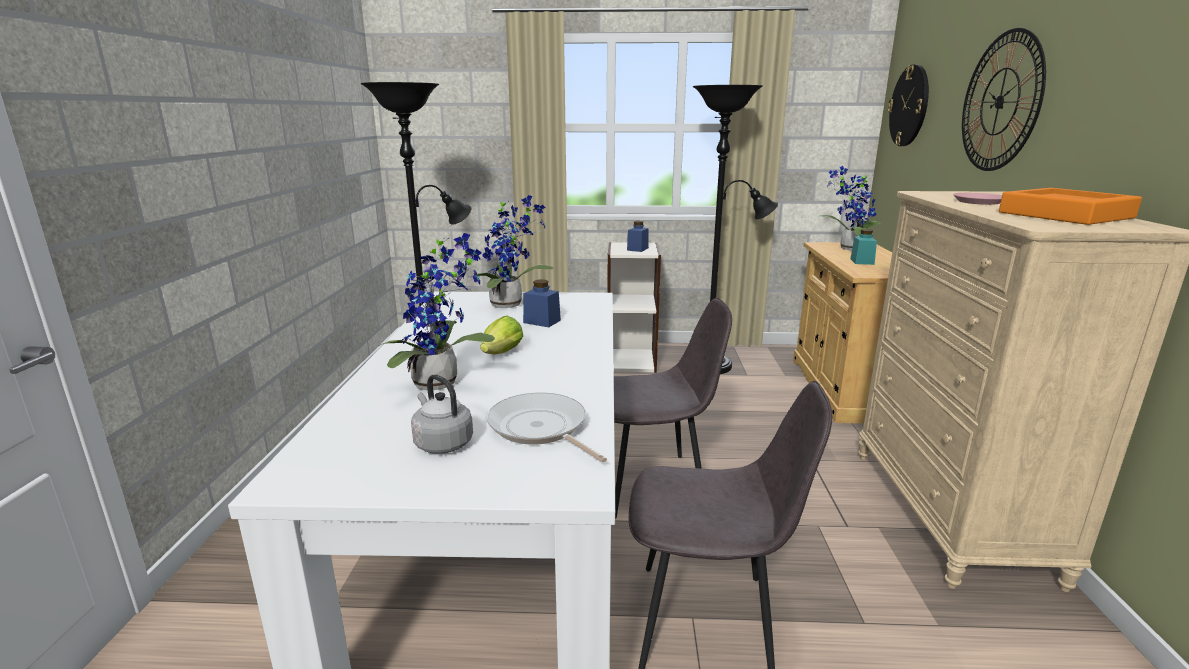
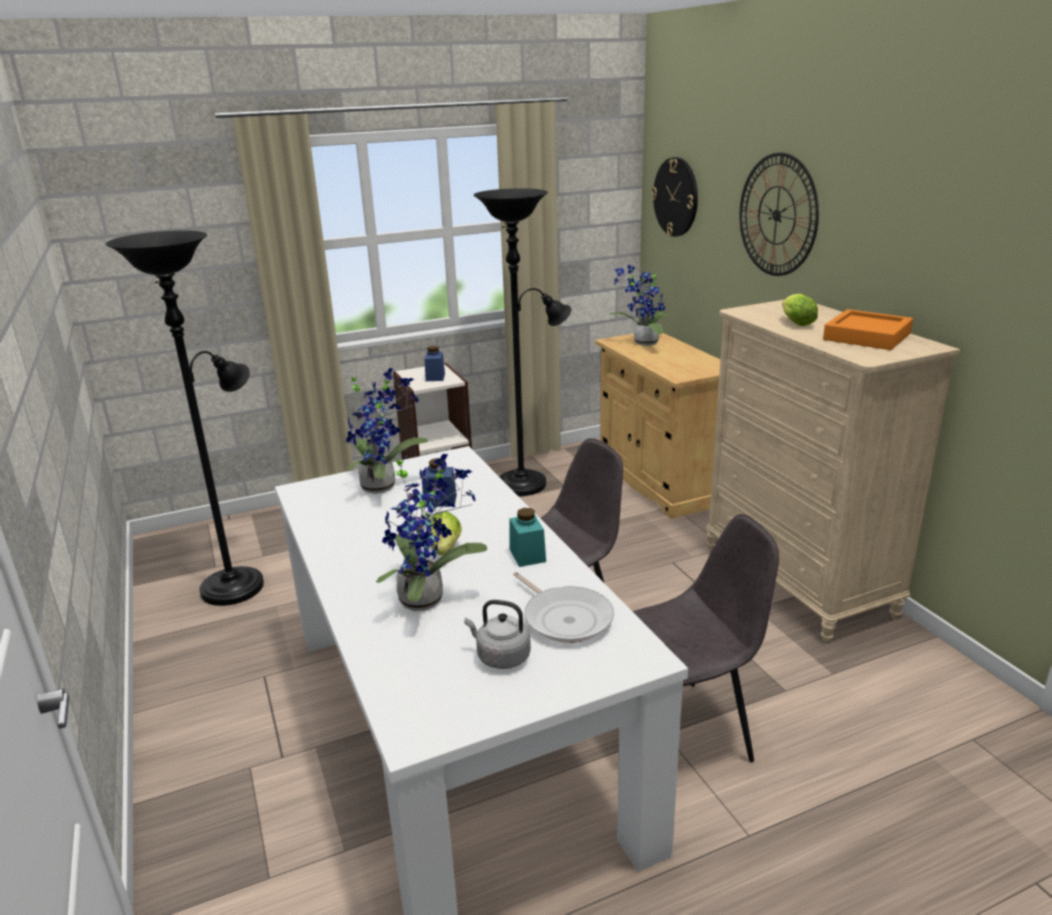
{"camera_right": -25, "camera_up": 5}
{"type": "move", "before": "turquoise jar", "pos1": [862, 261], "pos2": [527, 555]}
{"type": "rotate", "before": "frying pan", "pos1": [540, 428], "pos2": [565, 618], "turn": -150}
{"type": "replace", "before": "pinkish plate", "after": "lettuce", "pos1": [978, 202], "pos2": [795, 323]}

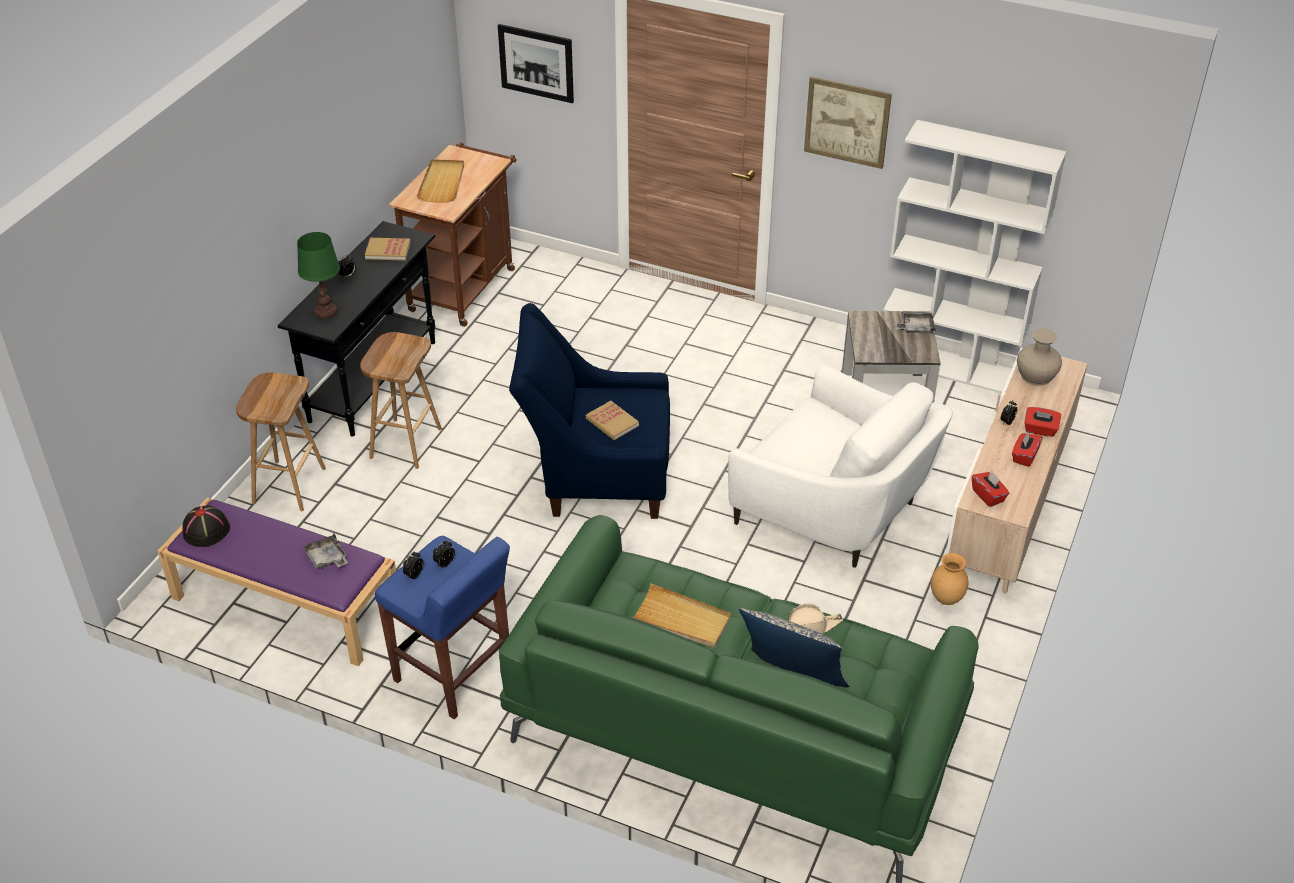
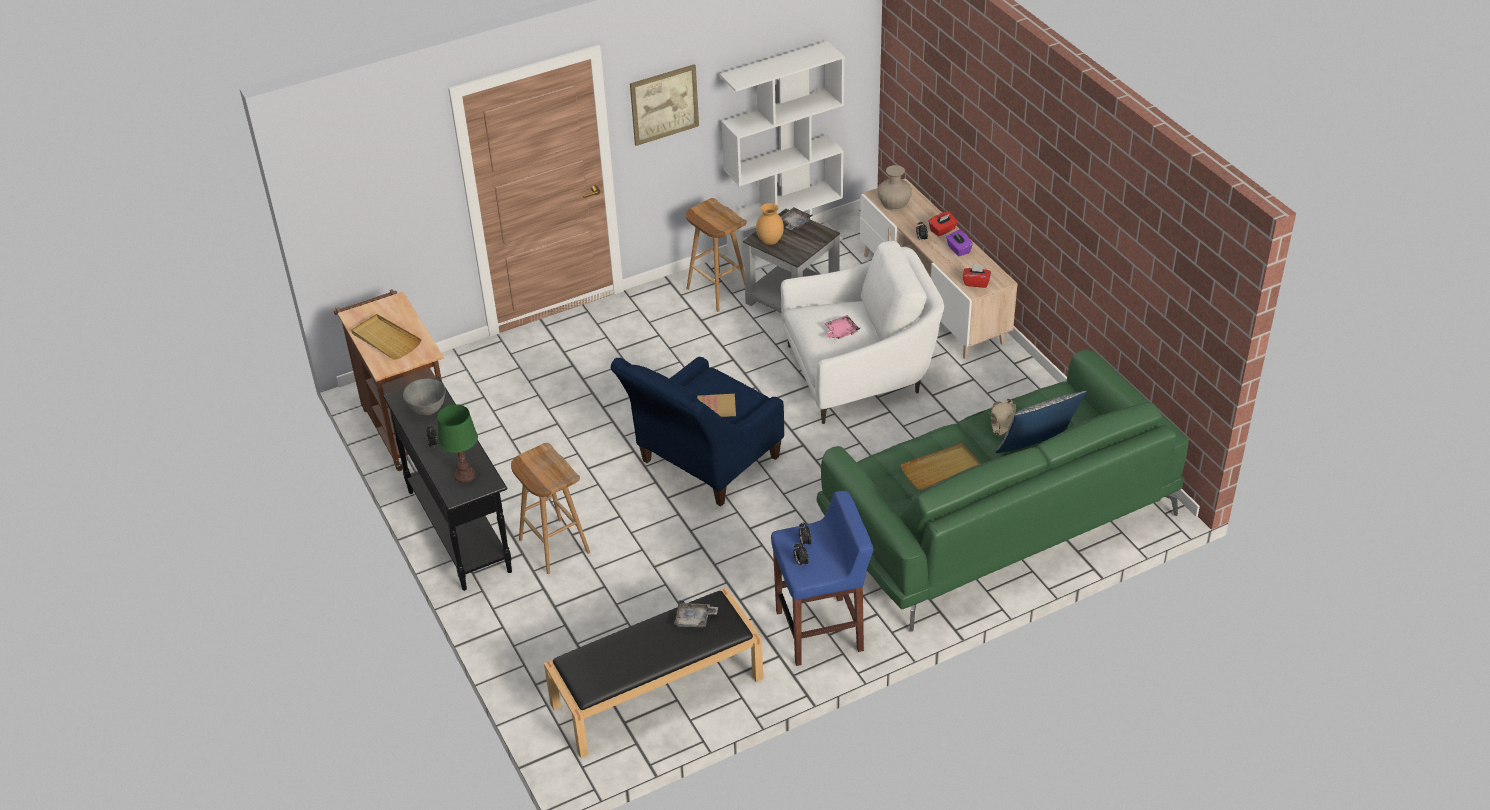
{"camera_right": -50, "camera_up": 0}
{"type": "replace", "before": "book", "after": "gray bowl", "pos1": [388, 251], "pos2": [428, 409]}
{"type": "recolor", "before": "purplish bench", "after": "black-coloured bench", "pos1": [284, 603], "pos2": [656, 692]}
{"type": "move", "before": "brown sitting stool", "pos1": [288, 484], "pos2": [717, 291]}
{"type": "move", "before": "brown flower vase", "pos1": [946, 599], "pos2": [770, 242]}
{"type": "insert", "after": "pinkish tray", "pos2": [840, 332]}
{"type": "recolor", "before": "red tissue holder", "after": "purplish tissue holder", "pos1": [1024, 456], "pos2": [958, 249]}
{"type": "delete", "before": "black-coloured hat", "pos1": [206, 530]}
{"type": "delete", "before": "wall picture", "pos1": [536, 63]}

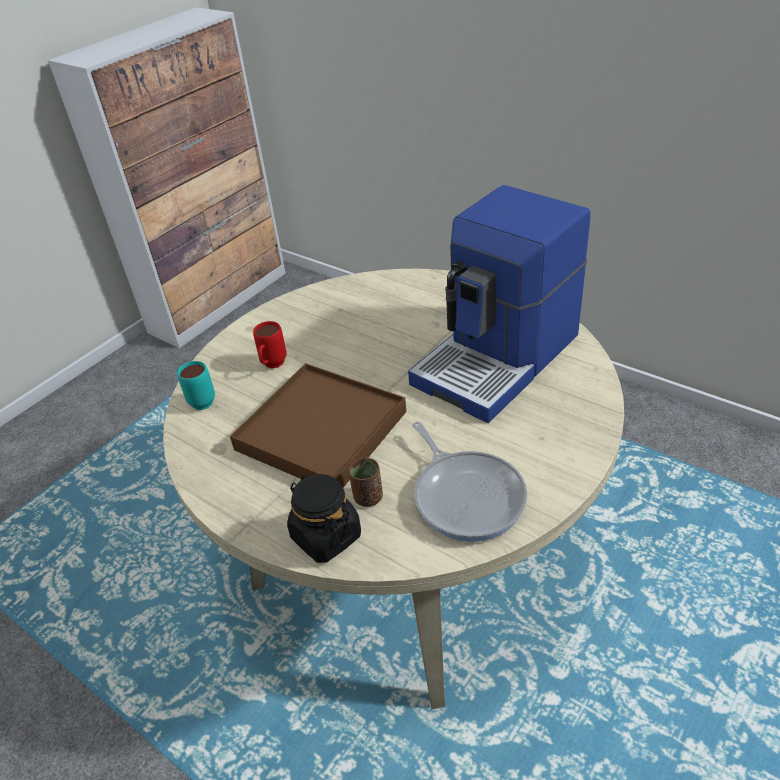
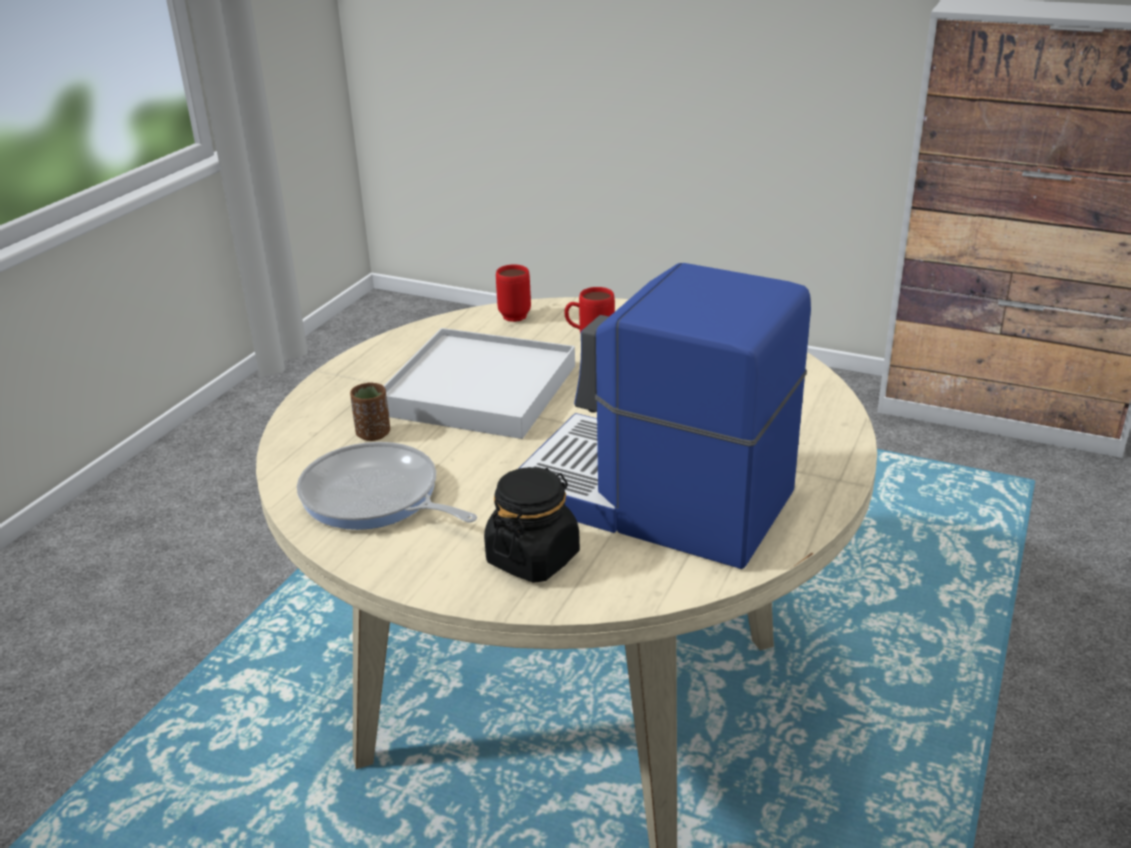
{"camera_right": 75, "camera_up": -10}
{"type": "rotate", "before": "frying pan", "pos1": [467, 496], "pos2": [375, 498], "turn": 75}
{"type": "recolor", "before": "brown tray", "after": "white tray", "pos1": [322, 430], "pos2": [480, 390]}
{"type": "move", "before": "black-coloured jar", "pos1": [326, 536], "pos2": [533, 558]}
{"type": "recolor", "before": "turquoise mug", "after": "red mug", "pos1": [198, 401], "pos2": [518, 314]}

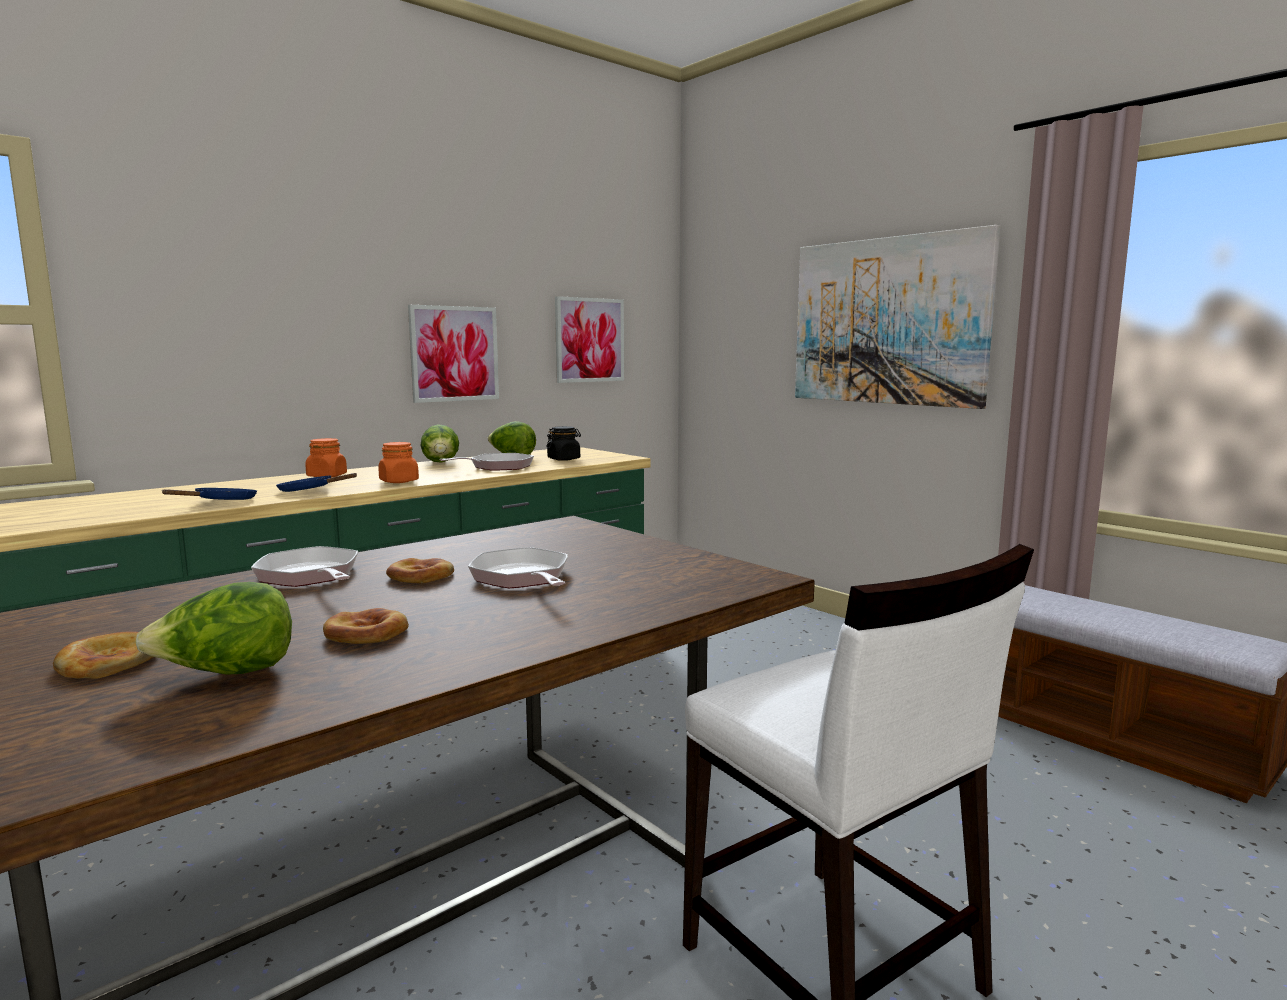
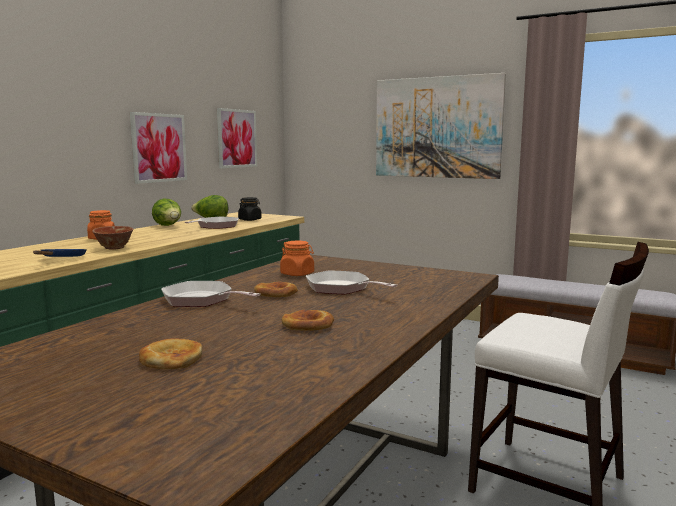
{"camera_right": -20, "camera_up": 0}
{"type": "replace", "before": "blue frying pan", "after": "bowl", "pos1": [310, 491], "pos2": [114, 248]}
{"type": "move", "before": "orangey jar", "pos1": [399, 481], "pos2": [297, 274]}
{"type": "delete", "before": "lettuce", "pos1": [227, 674]}

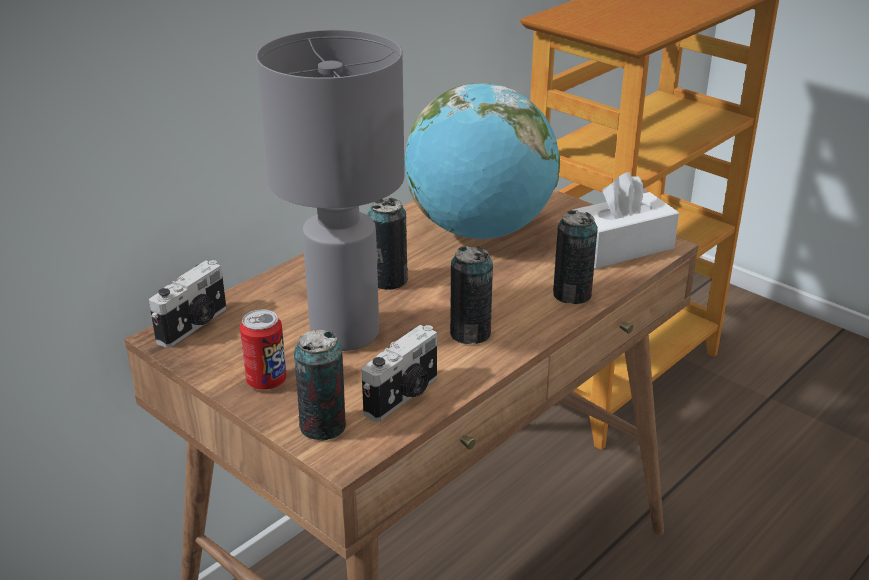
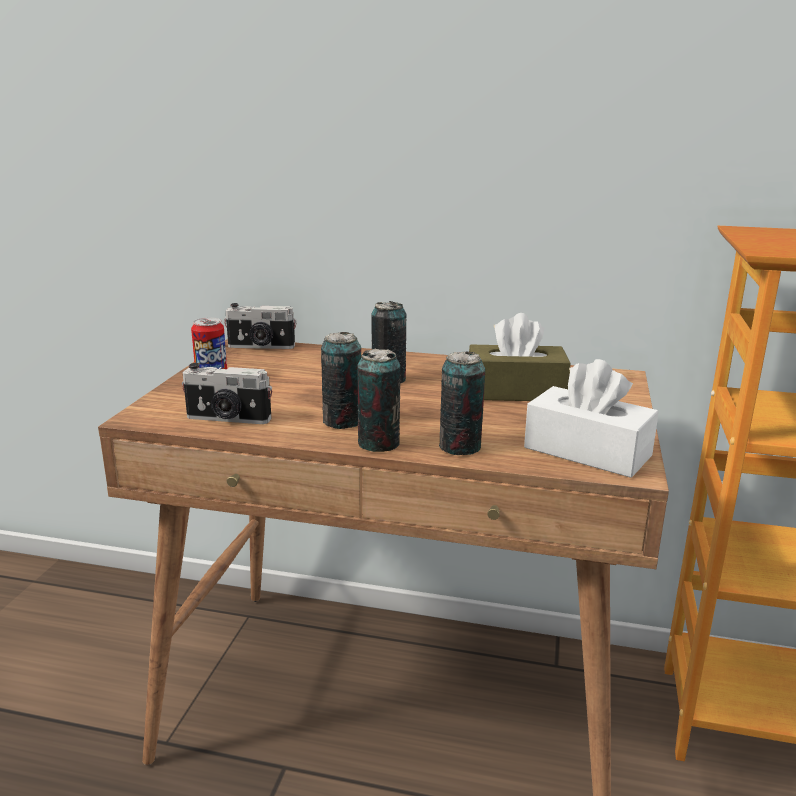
{"camera_right": 60, "camera_up": -10}
{"type": "move", "before": "metal can", "pos1": [323, 426], "pos2": [378, 444]}
{"type": "replace", "before": "world globe", "after": "brown tissue holder", "pos1": [480, 231], "pos2": [515, 392]}
{"type": "delete", "before": "gray tabletop lamp", "pos1": [346, 333]}

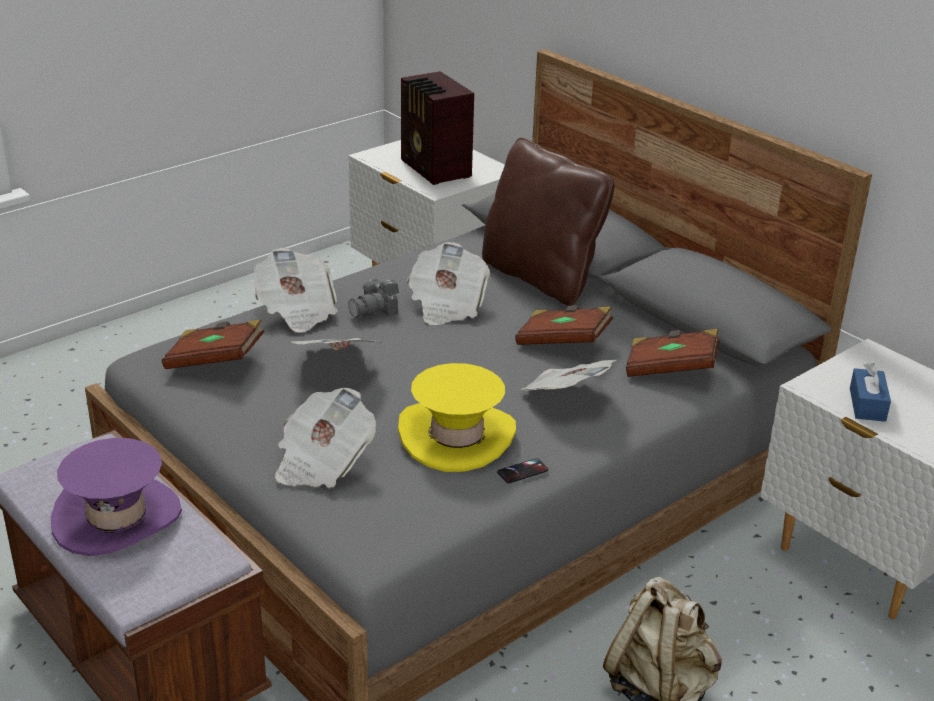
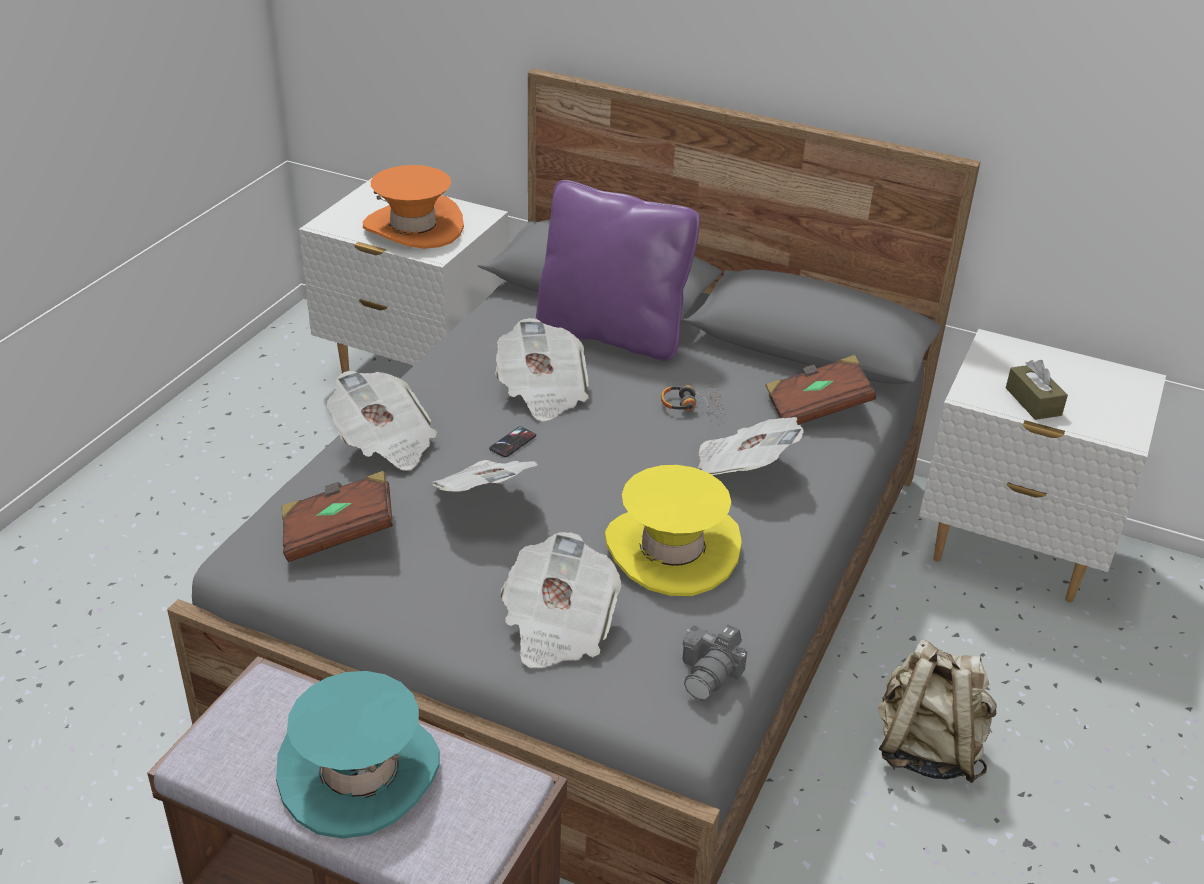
{"camera_right": -25, "camera_up": 5}
{"type": "recolor", "before": "purplish hat", "after": "turquoise hat", "pos1": [117, 517], "pos2": [359, 772]}
{"type": "replace", "before": "radio set", "after": "orangey hat", "pos1": [435, 169], "pos2": [413, 227]}
{"type": "move", "before": "telephone", "pos1": [522, 471], "pos2": [513, 442]}
{"type": "recolor", "before": "brown throw pillow", "after": "purplish throw pillow", "pos1": [541, 277], "pos2": [612, 334]}
{"type": "replace", "before": "brown book", "after": "headset", "pos1": [563, 342], "pos2": [691, 405]}
{"type": "move", "before": "still camera", "pos1": [375, 310], "pos2": [710, 673]}
{"type": "recolor", "before": "blue tissue holder", "after": "brown tissue holder", "pos1": [867, 404], "pos2": [1033, 401]}

